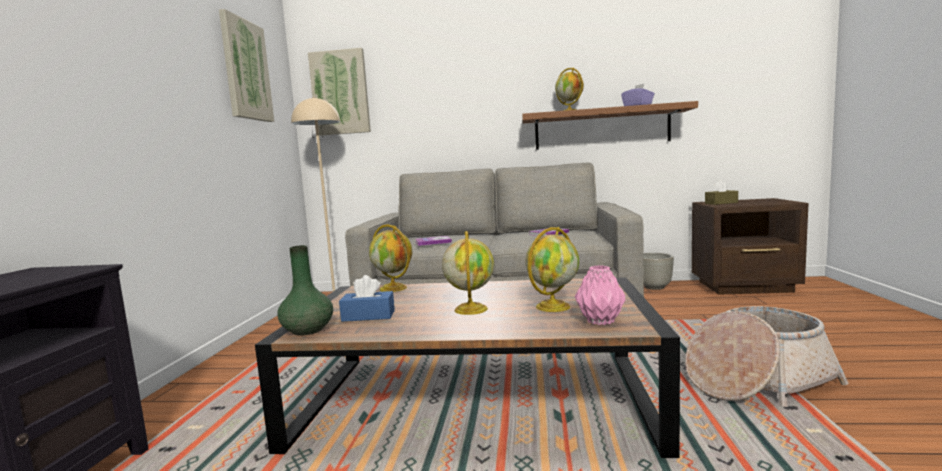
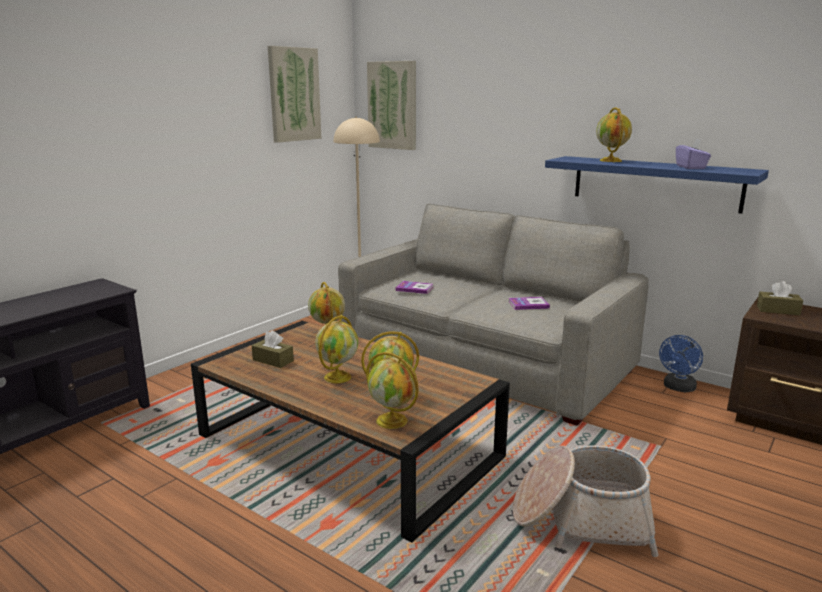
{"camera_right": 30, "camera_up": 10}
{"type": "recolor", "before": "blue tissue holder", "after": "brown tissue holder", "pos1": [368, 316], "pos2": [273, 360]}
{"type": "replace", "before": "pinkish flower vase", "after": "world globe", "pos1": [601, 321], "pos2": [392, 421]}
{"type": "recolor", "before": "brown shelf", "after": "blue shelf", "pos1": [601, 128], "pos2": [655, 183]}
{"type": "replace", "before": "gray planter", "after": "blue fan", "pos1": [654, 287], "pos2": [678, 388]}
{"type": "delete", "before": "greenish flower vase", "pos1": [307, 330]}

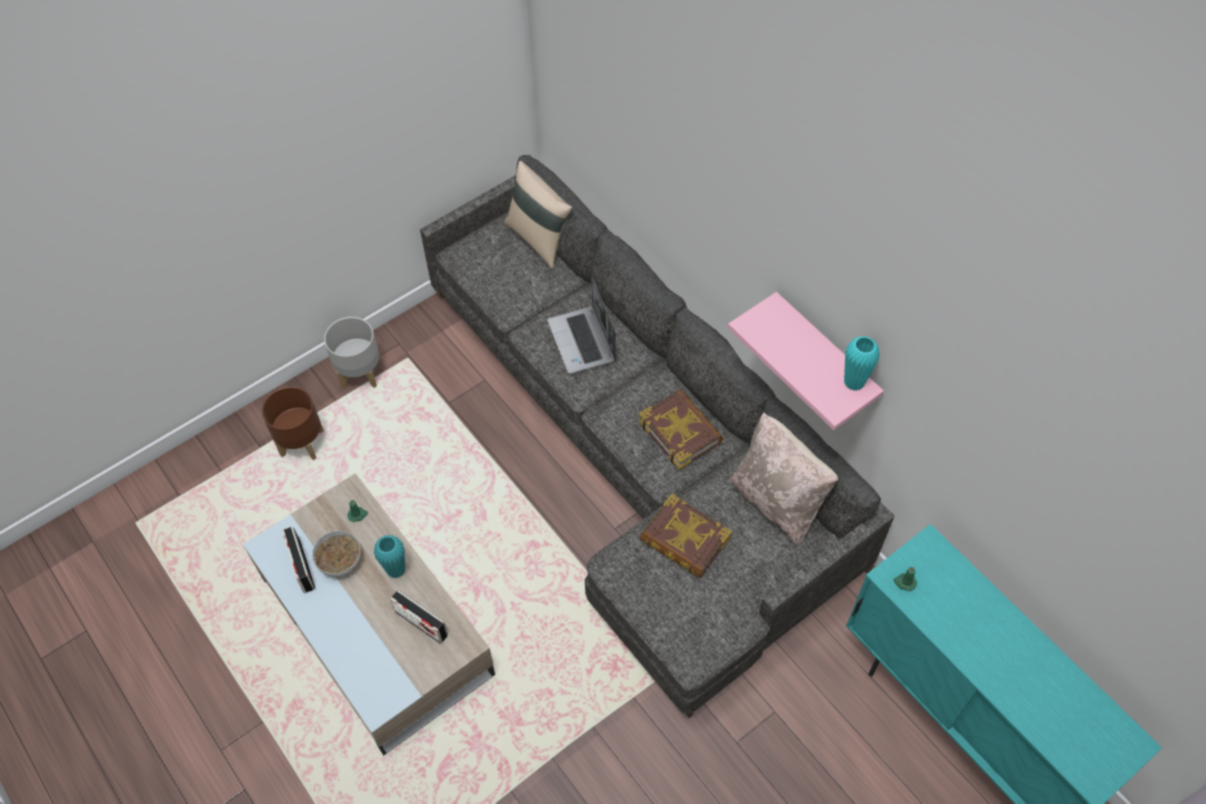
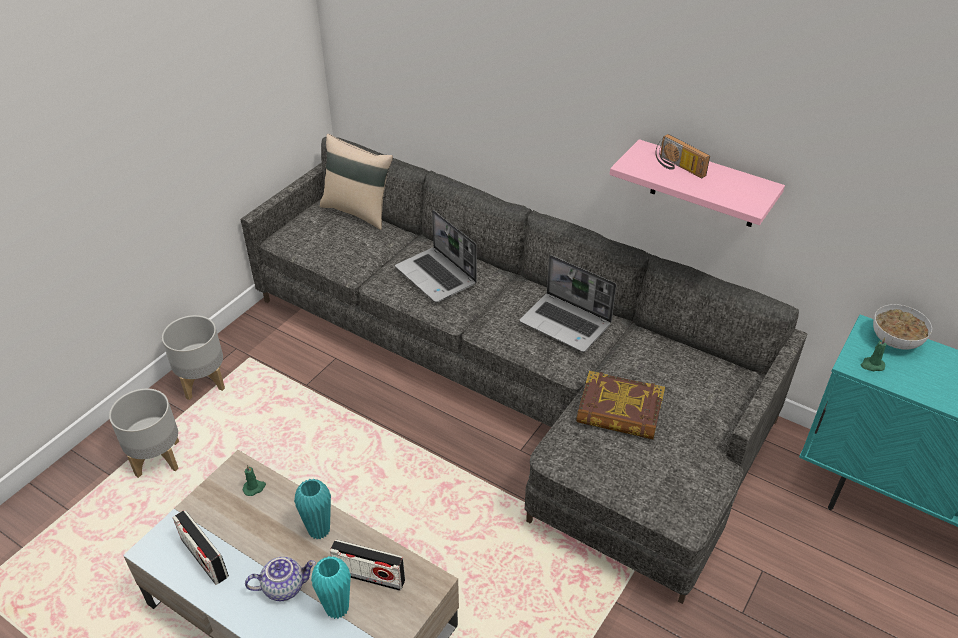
{"camera_right": -20, "camera_up": -15}
{"type": "recolor", "before": "brown planter", "after": "gray planter", "pos1": [302, 443], "pos2": [157, 459]}
{"type": "insert", "after": "tea pot", "pos2": [284, 586]}
{"type": "move", "before": "turquoise flower vase", "pos1": [854, 382], "pos2": [337, 608]}
{"type": "replace", "before": "book", "after": "notebook computer", "pos1": [680, 431], "pos2": [566, 323]}
{"type": "insert", "after": "radio set", "pos2": [677, 167]}
{"type": "move", "before": "bowl", "pos1": [341, 561], "pos2": [895, 340]}
{"type": "delete", "before": "sand-coloured throw pillow", "pos1": [777, 501]}

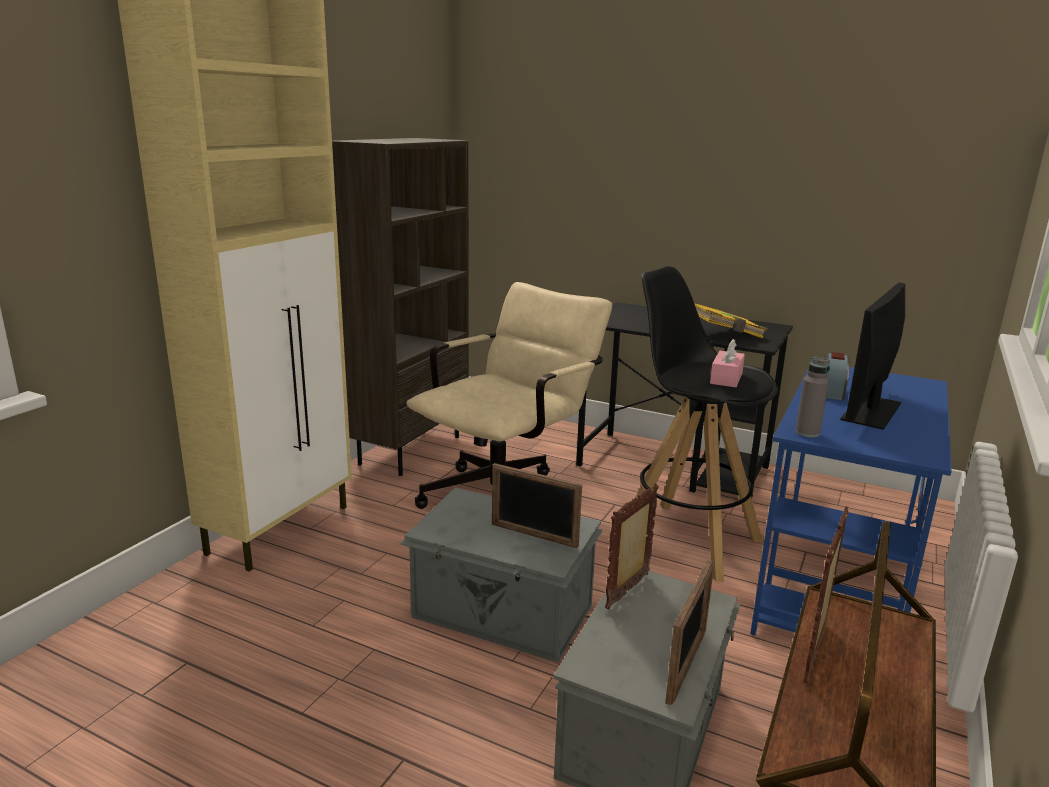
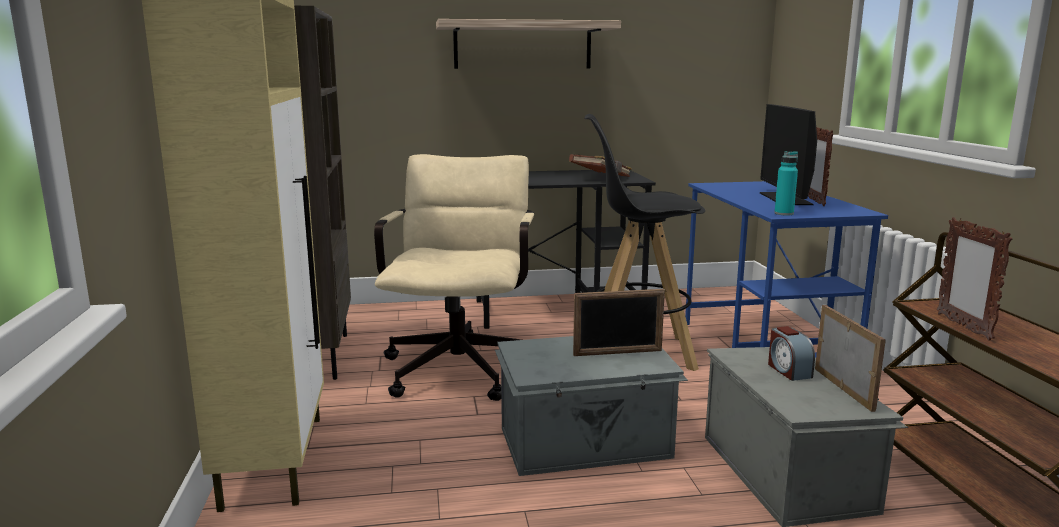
{"camera_right": -35, "camera_up": -5}
{"type": "insert", "after": "shelf", "pos2": [523, 45]}
{"type": "recolor", "before": "yellowish book", "after": "brown book", "pos1": [725, 334], "pos2": [601, 178]}
{"type": "move", "before": "table clock", "pos1": [831, 392], "pos2": [788, 370]}
{"type": "recolor", "before": "gray drink bottle", "after": "turquoise drink bottle", "pos1": [807, 433], "pos2": [784, 213]}
{"type": "move", "before": "standing frame", "pos1": [628, 591], "pos2": [815, 201]}
{"type": "delete", "before": "pinkish tissue holder", "pos1": [726, 378]}

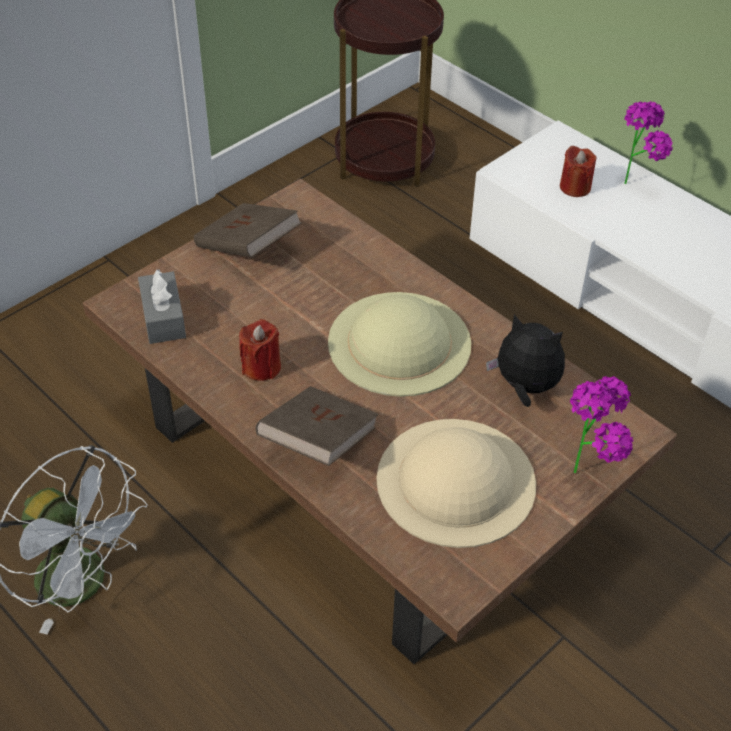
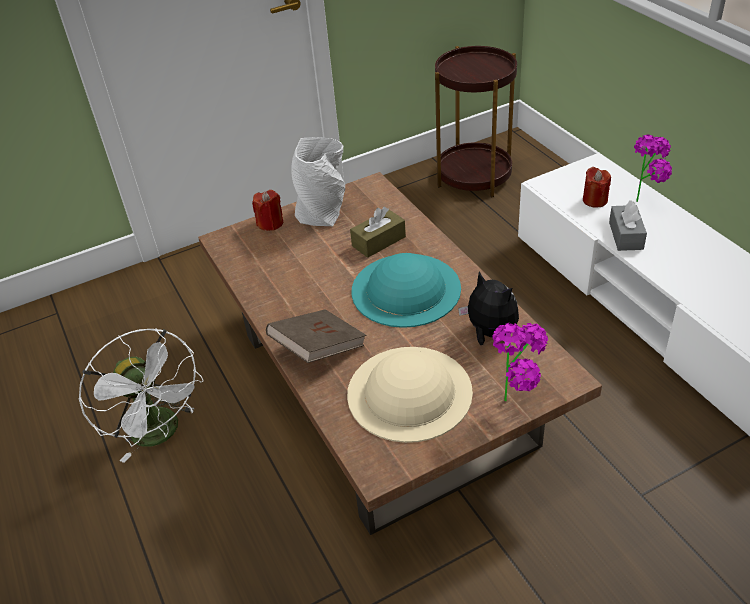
{"camera_right": 20, "camera_up": -5}
{"type": "move", "before": "red wax candle", "pos1": [261, 367], "pos2": [270, 223]}
{"type": "replace", "before": "brown book", "after": "gray flower vase", "pos1": [248, 248], "pos2": [323, 214]}
{"type": "insert", "after": "brown tissue holder", "pos2": [378, 241]}
{"type": "recolor", "before": "sand-coloured hat", "after": "turquoise hat", "pos1": [399, 342], "pos2": [405, 289]}
{"type": "move", "before": "gray tissue holder", "pos1": [163, 317], "pos2": [626, 235]}

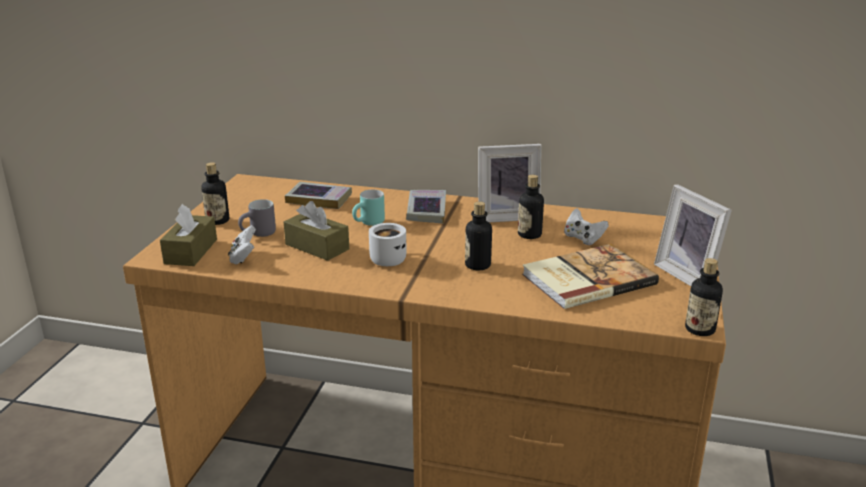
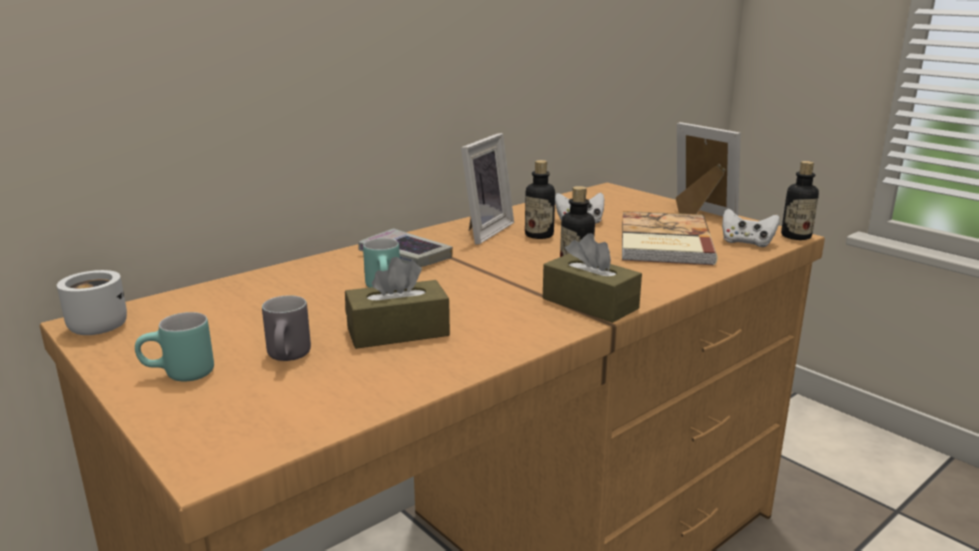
{"camera_right": -55, "camera_up": -5}
{"type": "move", "before": "white mug", "pos1": [387, 259], "pos2": [93, 326]}
{"type": "replace", "before": "drink bottle", "after": "turquoise mug", "pos1": [217, 221], "pos2": [179, 376]}
{"type": "move", "before": "brown tissue holder", "pos1": [191, 251], "pos2": [590, 303]}
{"type": "rotate", "before": "standing frame", "pos1": [690, 276], "pos2": [698, 213], "turn": -135}
{"type": "move", "before": "white joypad", "pos1": [243, 257], "pos2": [746, 243]}
{"type": "delete", "before": "book", "pos1": [319, 199]}

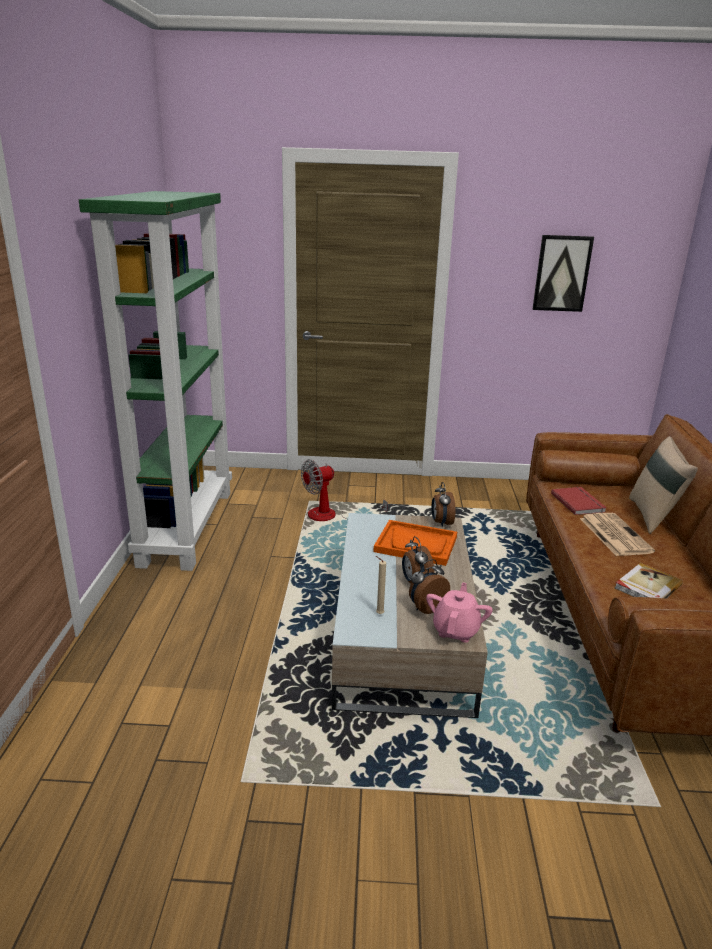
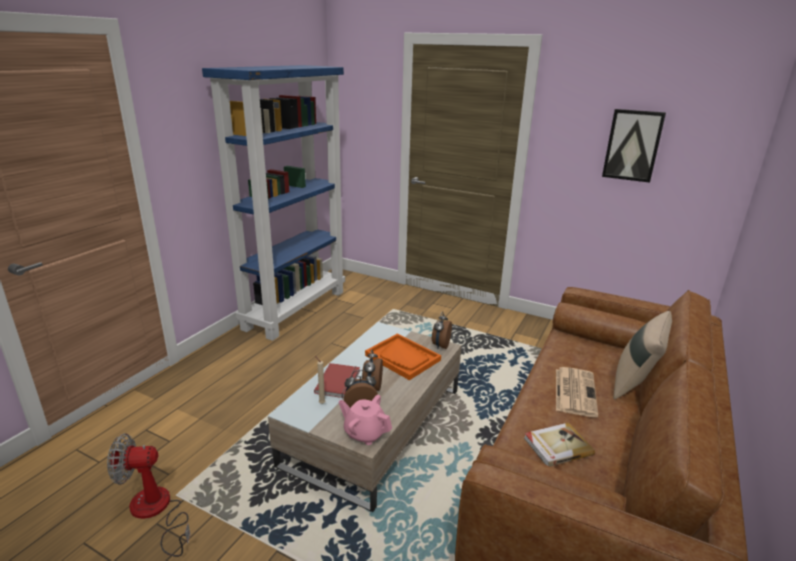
{"camera_right": 25, "camera_up": 0}
{"type": "move", "before": "fan", "pos1": [332, 517], "pos2": [156, 512]}
{"type": "recolor", "before": "greenish bookcase", "after": "blue bookcase", "pos1": [186, 526], "pos2": [295, 309]}
{"type": "move", "before": "red book", "pos1": [579, 502], "pos2": [339, 382]}
{"type": "rotate", "before": "pinkish tea pot", "pos1": [456, 630], "pos2": [365, 433], "turn": -105}

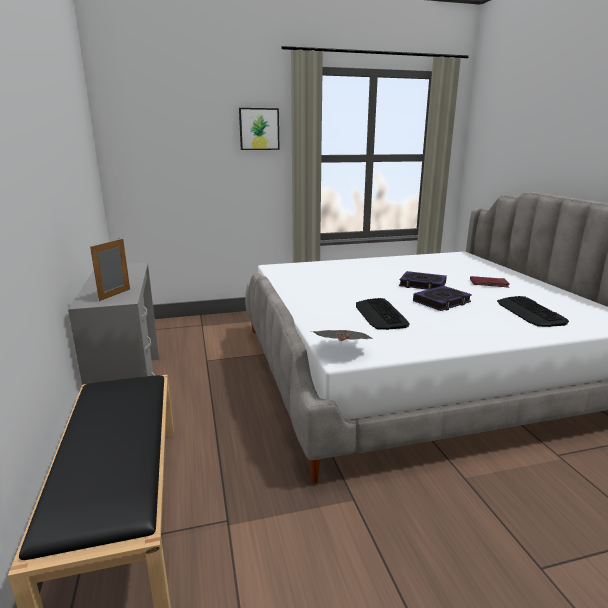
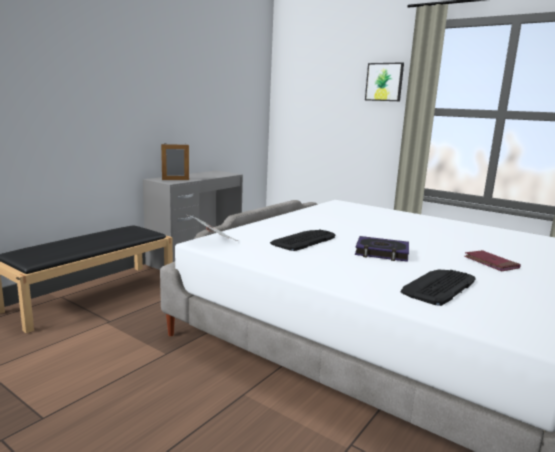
{"camera_right": 50, "camera_up": -5}
{"type": "delete", "before": "book", "pos1": [422, 284]}

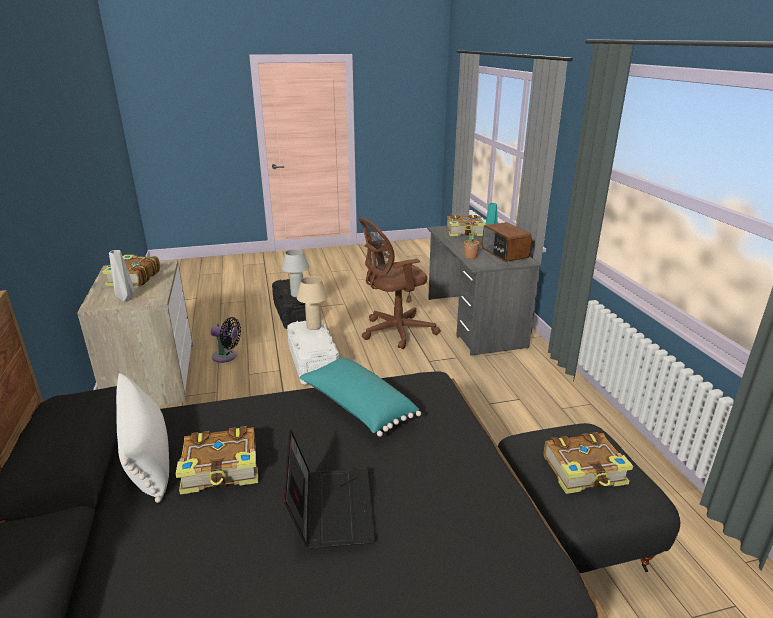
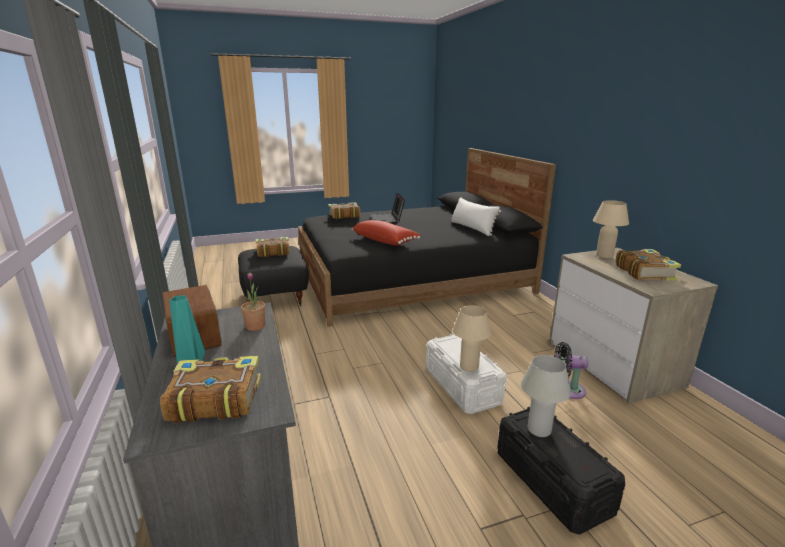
{"camera_right": 175, "camera_up": -5}
{"type": "move", "before": "book", "pos1": [222, 469], "pos2": [344, 215]}
{"type": "recolor", "before": "turquoise throw pillow", "after": "red throw pillow", "pos1": [357, 407], "pos2": [385, 241]}
{"type": "replace", "before": "gray flower vase", "after": "sand-coloured tabletop lamp", "pos1": [125, 299], "pos2": [604, 256]}
{"type": "delete", "before": "brown office chair", "pos1": [394, 332]}

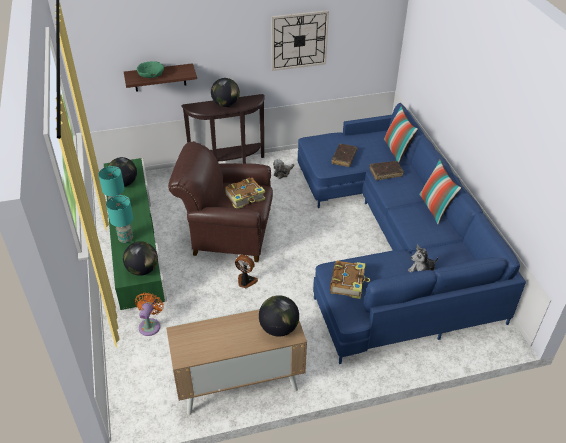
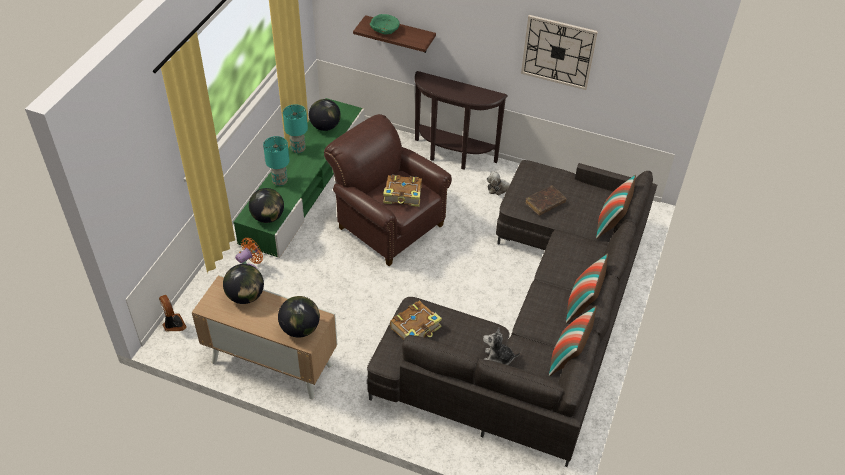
{"camera_right": 35, "camera_up": 5}
{"type": "move", "before": "fan", "pos1": [246, 281], "pos2": [173, 324]}
{"type": "move", "before": "world globe", "pos1": [226, 104], "pos2": [245, 296]}
{"type": "recolor", "before": "blue couch", "after": "gray couch", "pos1": [392, 244], "pos2": [534, 321]}
{"type": "insert", "after": "throw pillow", "pos2": [568, 357]}
{"type": "delete", "before": "brown book", "pos1": [385, 173]}

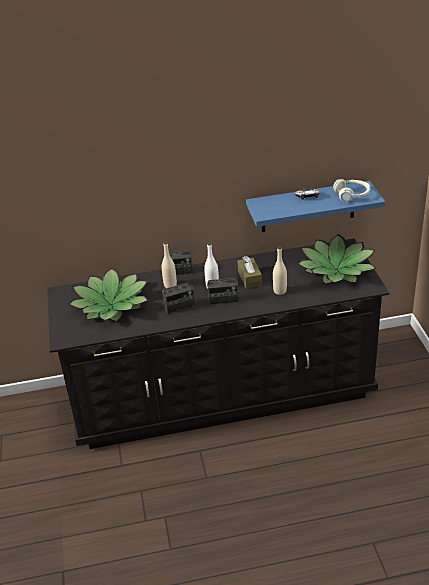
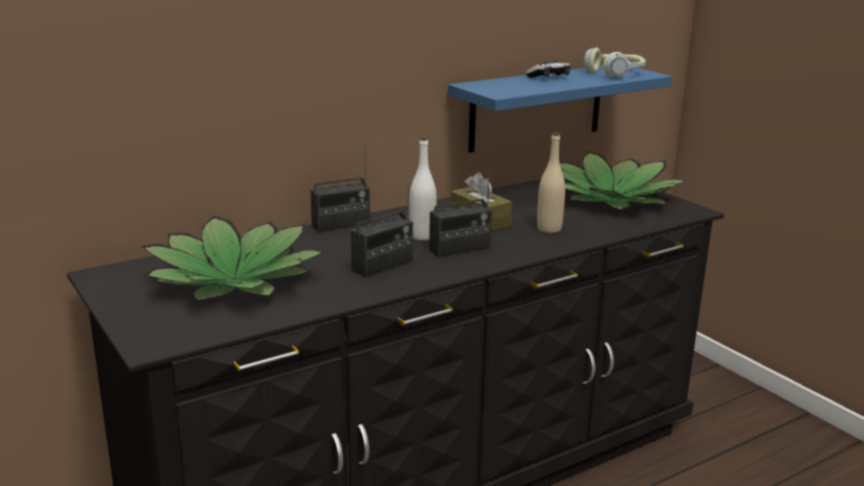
{"camera_right": -25, "camera_up": -15}
{"type": "delete", "before": "sand-coloured drink bottle", "pos1": [170, 285]}

